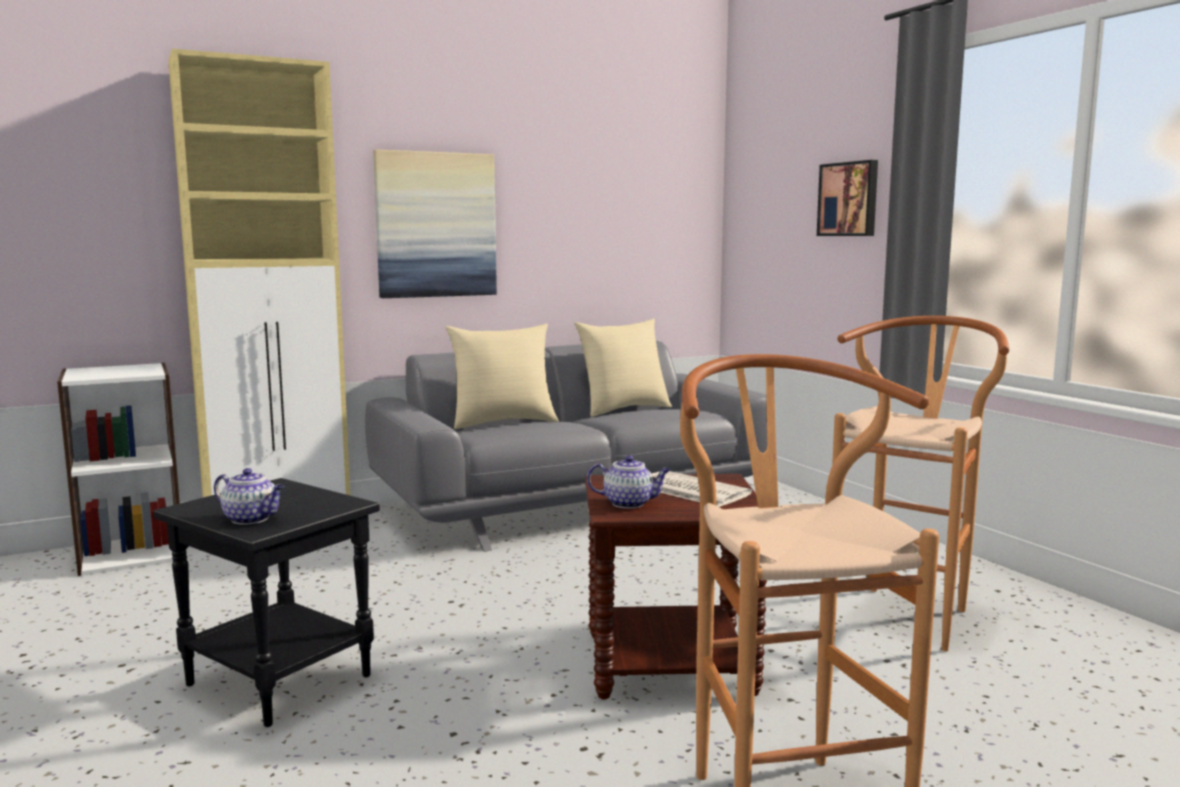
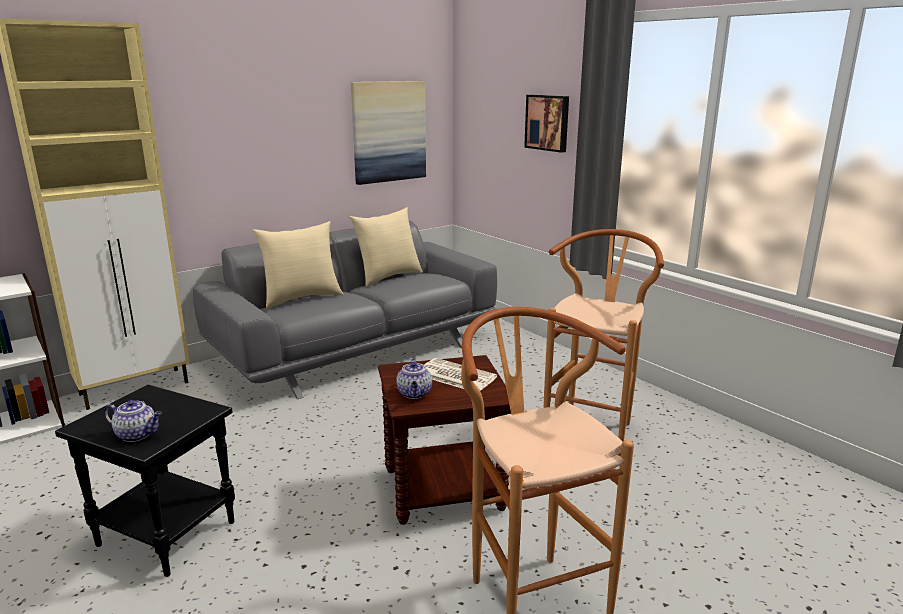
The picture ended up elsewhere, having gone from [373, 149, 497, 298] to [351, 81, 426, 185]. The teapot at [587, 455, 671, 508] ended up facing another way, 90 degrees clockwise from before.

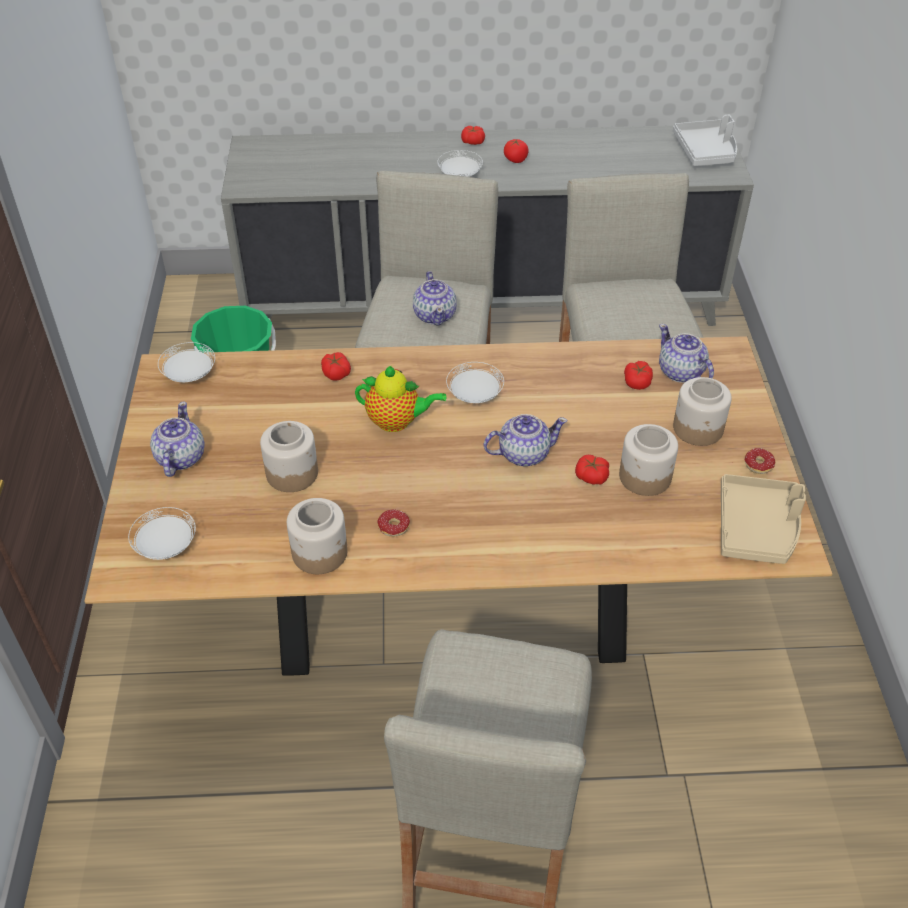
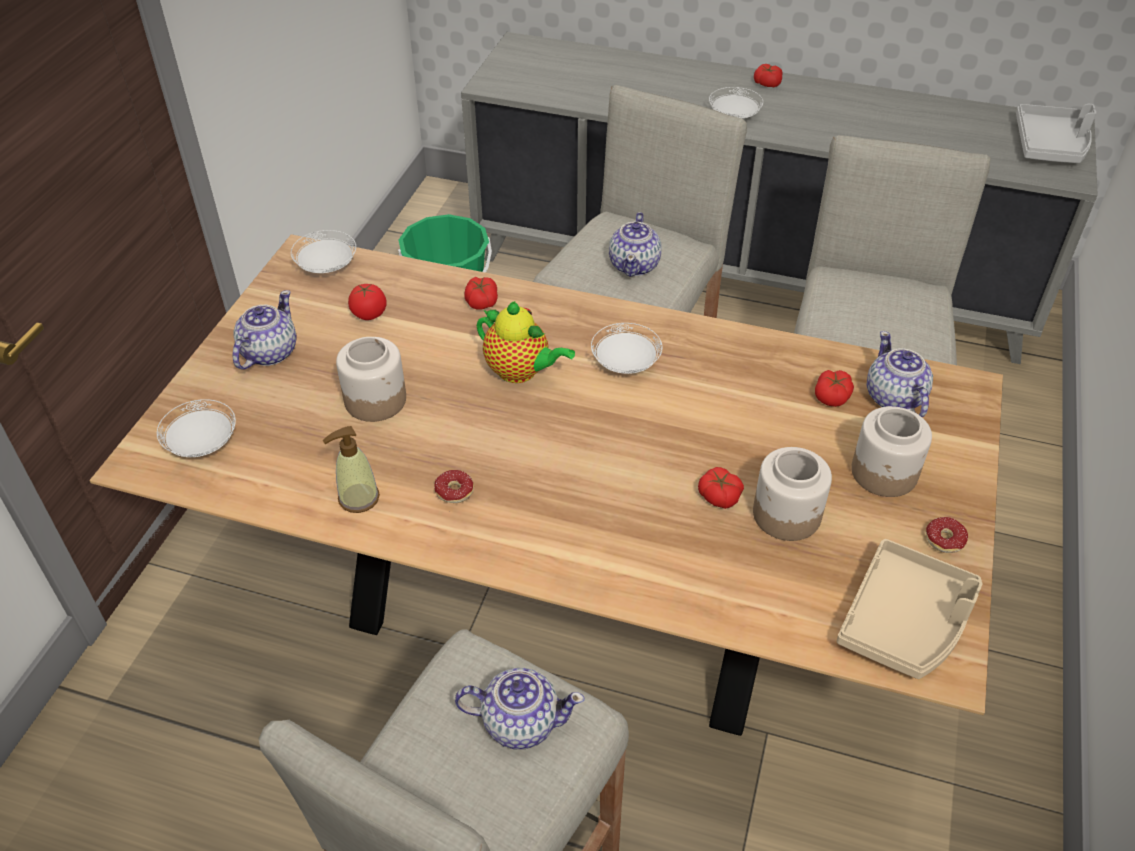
The teapot ended up elsewhere, having gone from [484, 414, 567, 466] to [455, 668, 585, 749]. The tomato ended up elsewhere, having gone from [504, 139, 529, 163] to [348, 284, 387, 320]. Where the jar stood at [287, 498, 348, 574], the soap_dispenser came to stand at [323, 426, 380, 513].

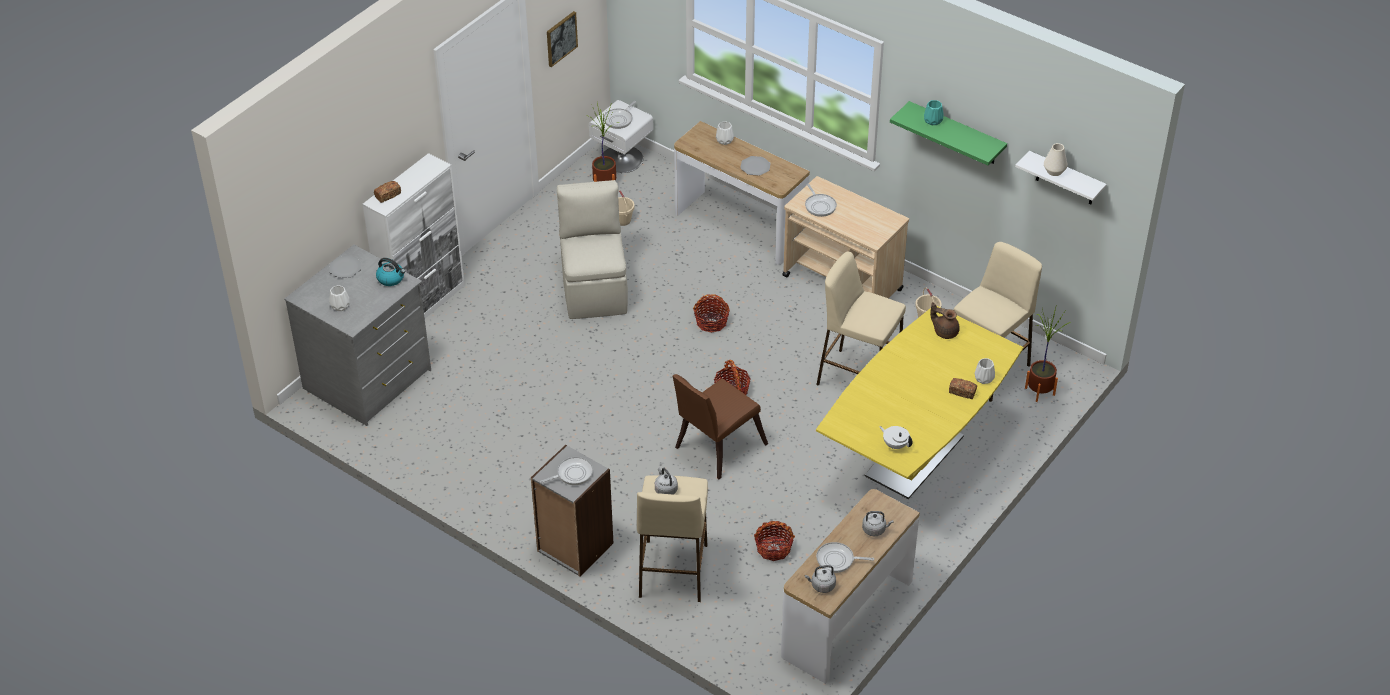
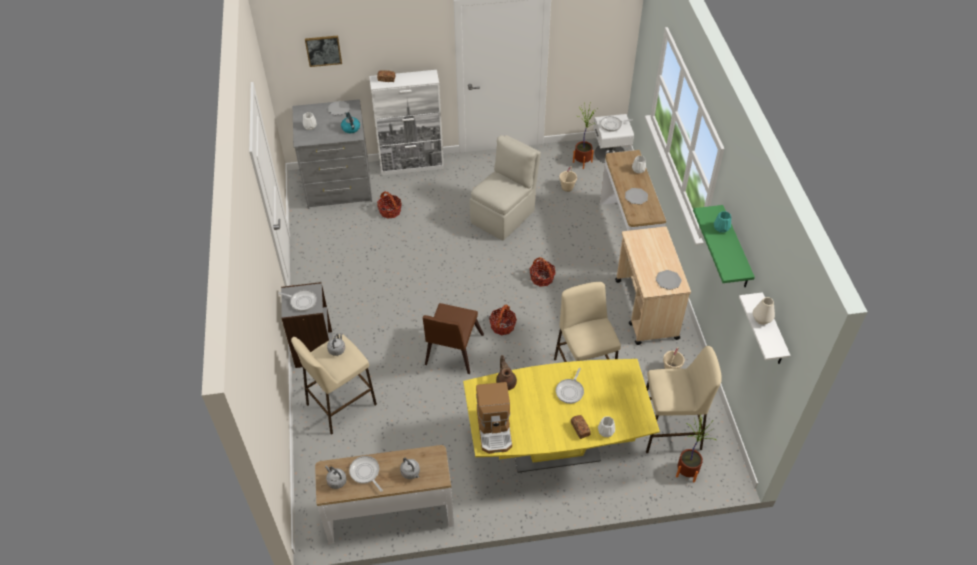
The second view gained the plate at [656, 270, 682, 290]. The picture ended up elsewhere, having gone from [547, 11, 578, 67] to [305, 36, 342, 67]. The basket ended up elsewhere, having gone from [754, 521, 795, 561] to [377, 191, 402, 219]. The frying_pan ended up elsewhere, having gone from [805, 184, 837, 217] to [556, 368, 584, 404]. The brown_teapot ended up elsewhere, having gone from [930, 302, 960, 339] to [496, 355, 517, 390]. Where the white_teapot stood at [879, 426, 913, 449], the coffee_machine came to stand at [476, 382, 512, 454]. The brown_chair at [673, 374, 768, 479] ended up facing another way, 75 degrees counterclockwise from before.

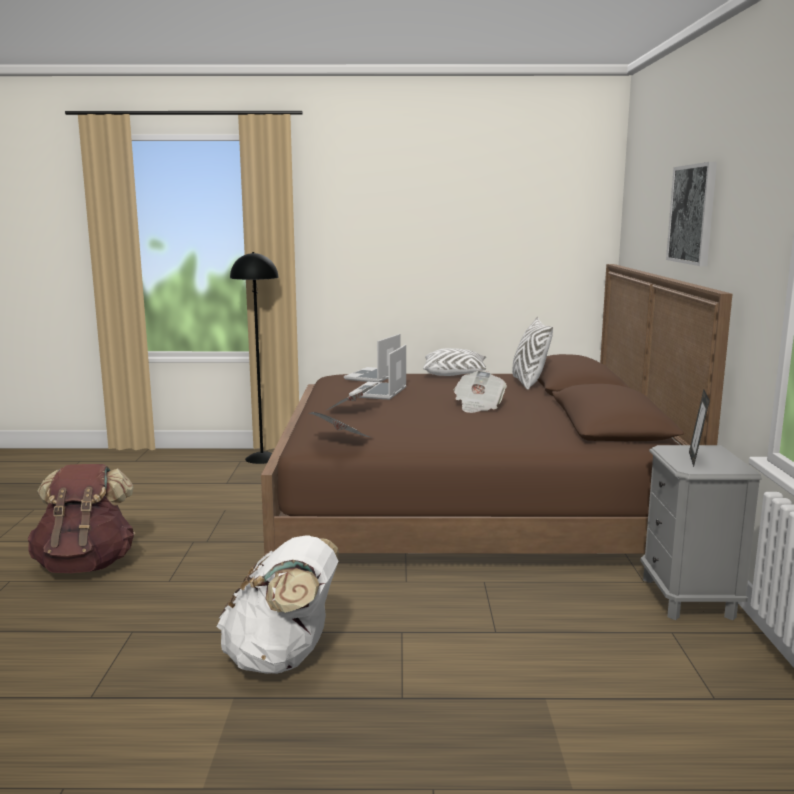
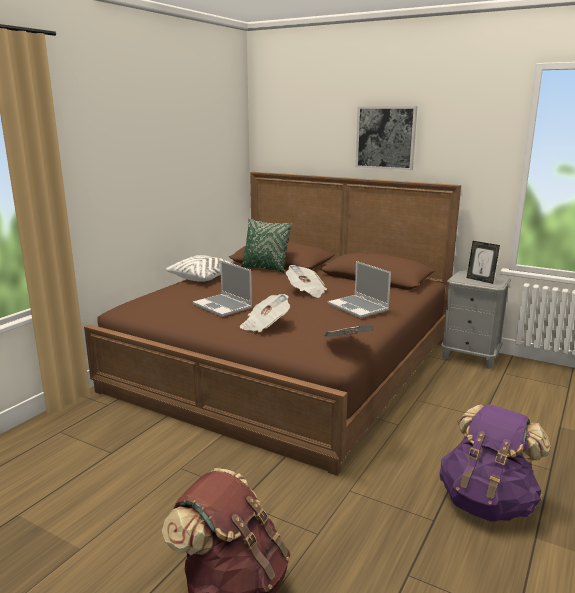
The second view lost the black_floor_lamp at [230, 252, 278, 464]. The laptop ended up elsewhere, having gone from [344, 334, 400, 382] to [328, 261, 391, 318]. What was the white_backpack at [217, 536, 339, 674] turned into the purple_backpack at [440, 404, 551, 522]. What was the white_pillow at [512, 317, 553, 390] turned into the green_pillow at [240, 218, 292, 273].

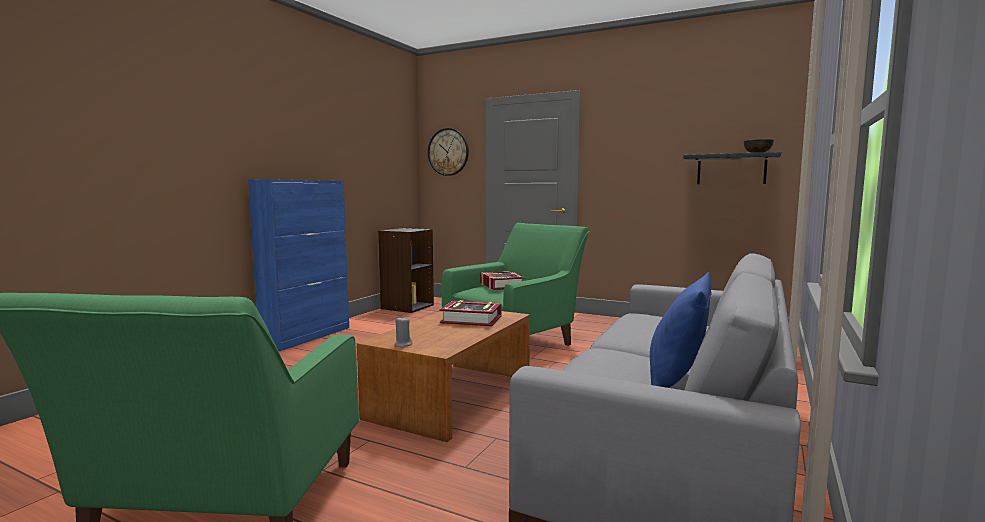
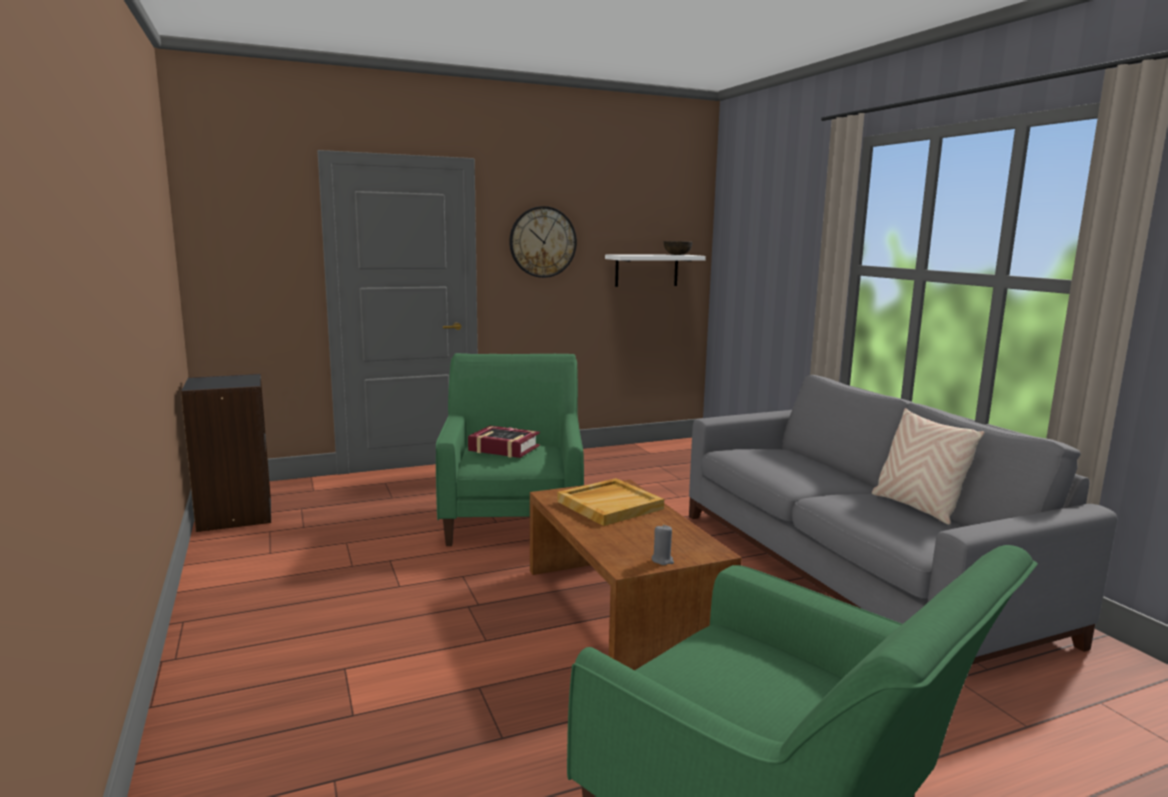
The second view lost the blue_cabinet at [248, 179, 349, 351]. The wall_clock ended up elsewhere, having gone from [428, 128, 469, 176] to [510, 206, 577, 278]. Where the book stood at [440, 300, 502, 326], the beige_tray came to stand at [557, 478, 664, 526]. What was the blue_pillow at [650, 272, 711, 388] turned into the beige_pillow at [872, 408, 984, 525]. What was the black_shelf at [683, 152, 781, 184] turned into the white_shelf at [605, 254, 706, 287].

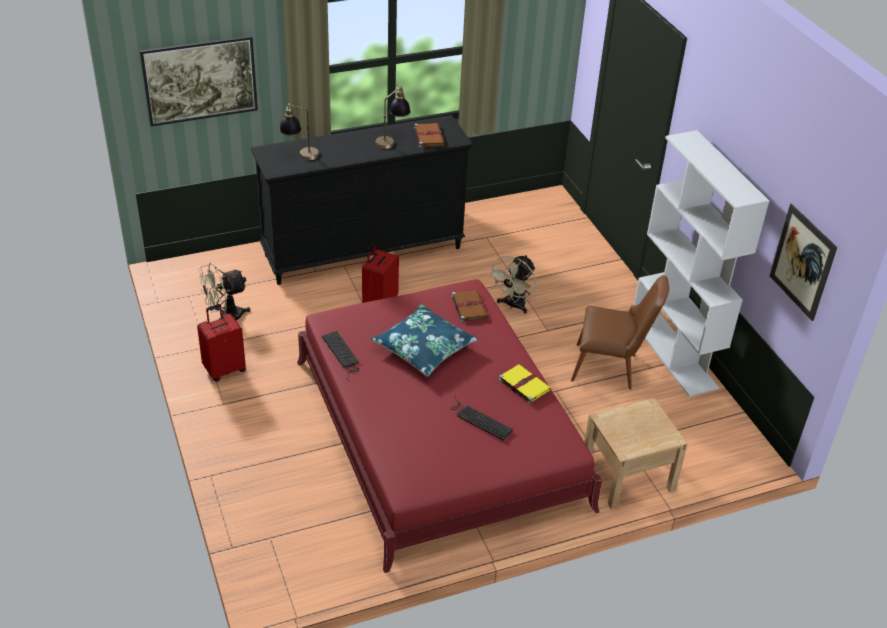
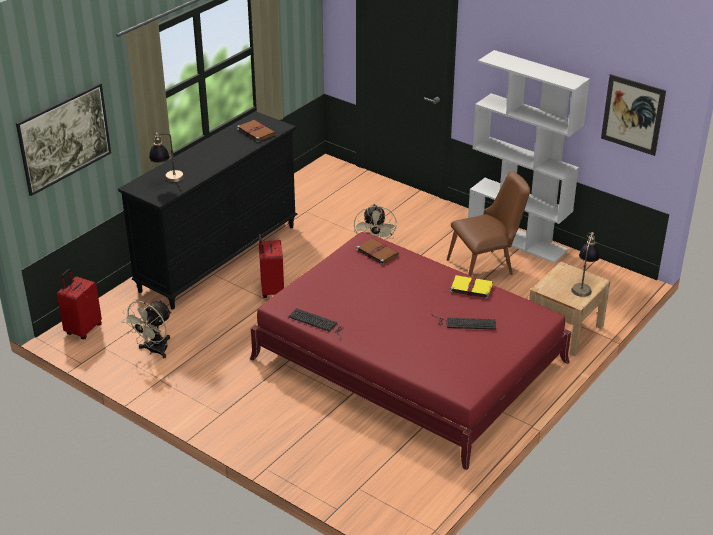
The second view lost the blue_pillow at [370, 304, 478, 377]. The red_suitcase ended up elsewhere, having gone from [197, 304, 246, 381] to [57, 269, 102, 339]. The table_lamp ended up elsewhere, having gone from [375, 85, 411, 149] to [571, 232, 600, 297].

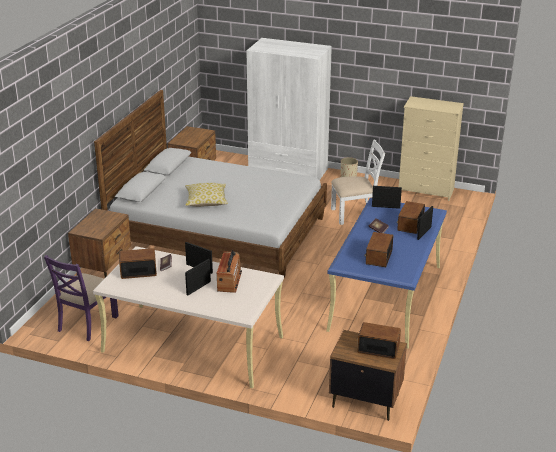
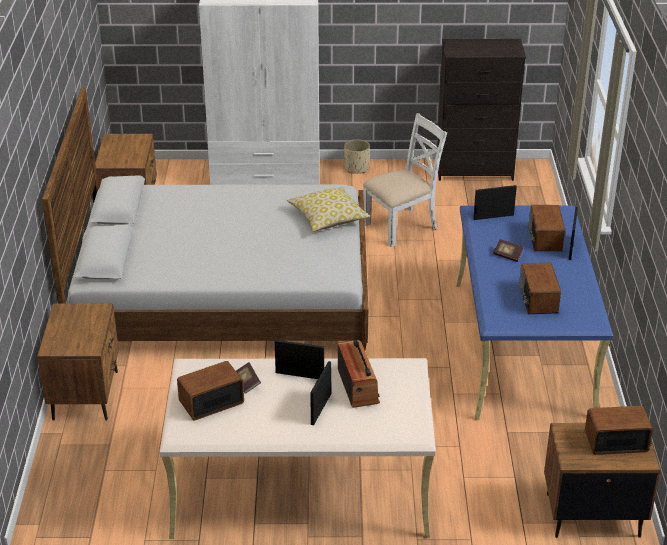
The second view lost the purple_chair at [44, 255, 119, 341]. The pillow ended up elsewhere, having gone from [185, 183, 228, 207] to [287, 187, 370, 231]. What was the beige_dresser at [399, 96, 464, 201] turned into the black_dresser at [437, 39, 526, 181].

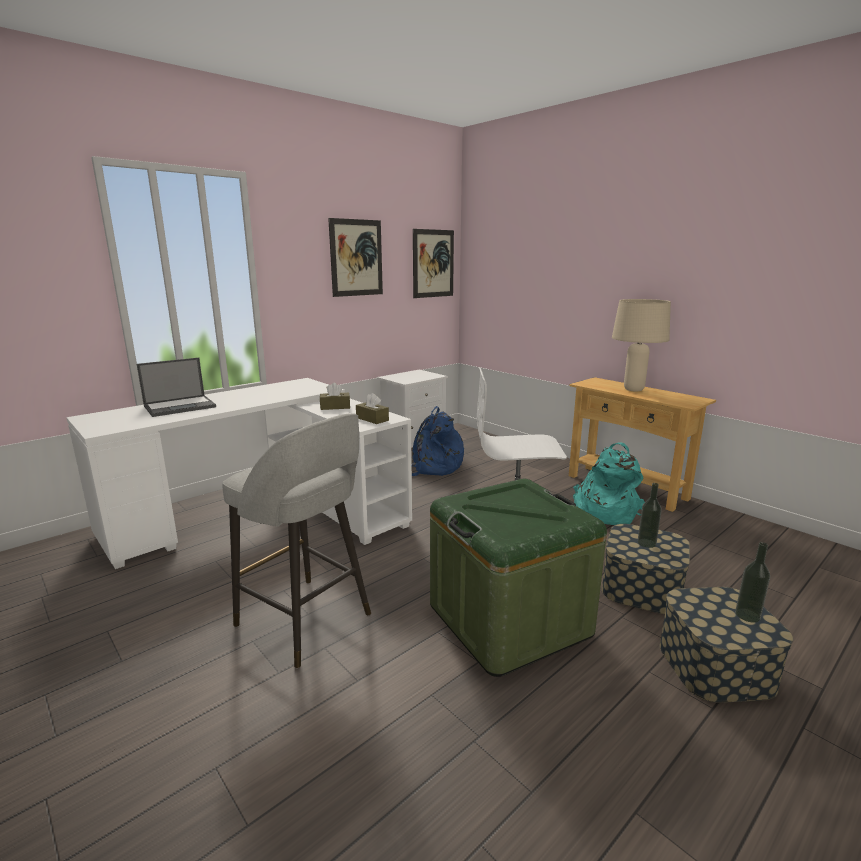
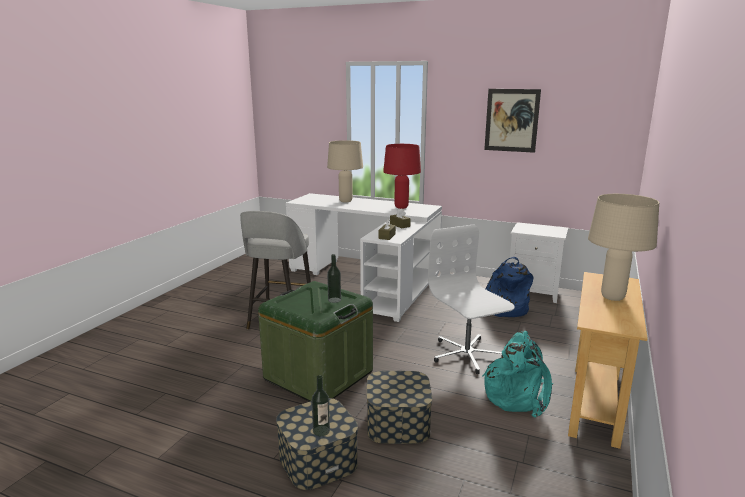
The second view lost the picture at [413, 229, 454, 298]. The second view gained the red_table_lamp at [383, 144, 421, 209]. The bottle ended up elsewhere, having gone from [638, 483, 662, 548] to [327, 254, 341, 303]. Where the laptop stood at [137, 358, 216, 417], the beige_table_lamp came to stand at [327, 140, 363, 202].

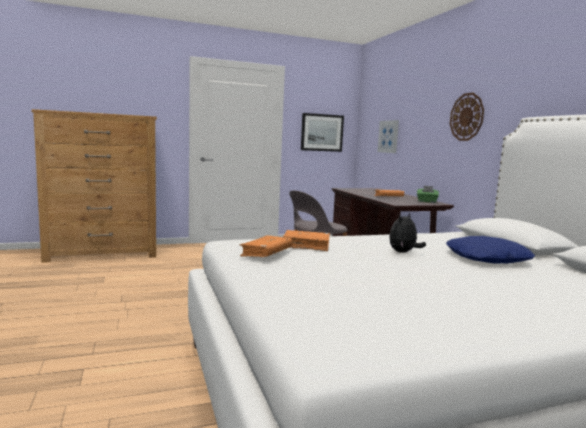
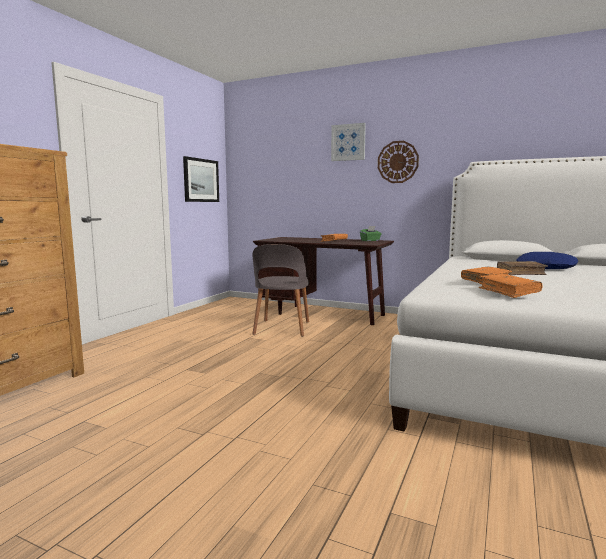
The picture ended up elsewhere, having gone from [377, 120, 399, 153] to [331, 123, 366, 161]. Where the plush_toy stood at [389, 212, 426, 253], the brown_book came to stand at [497, 261, 548, 275].

